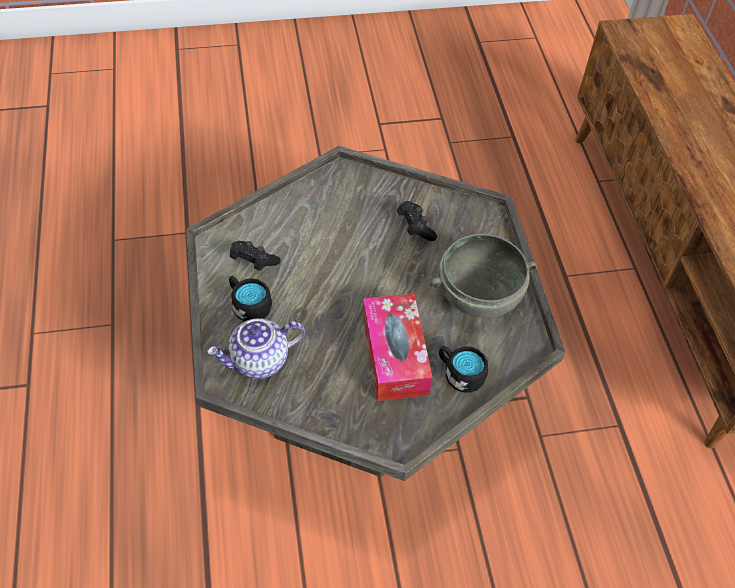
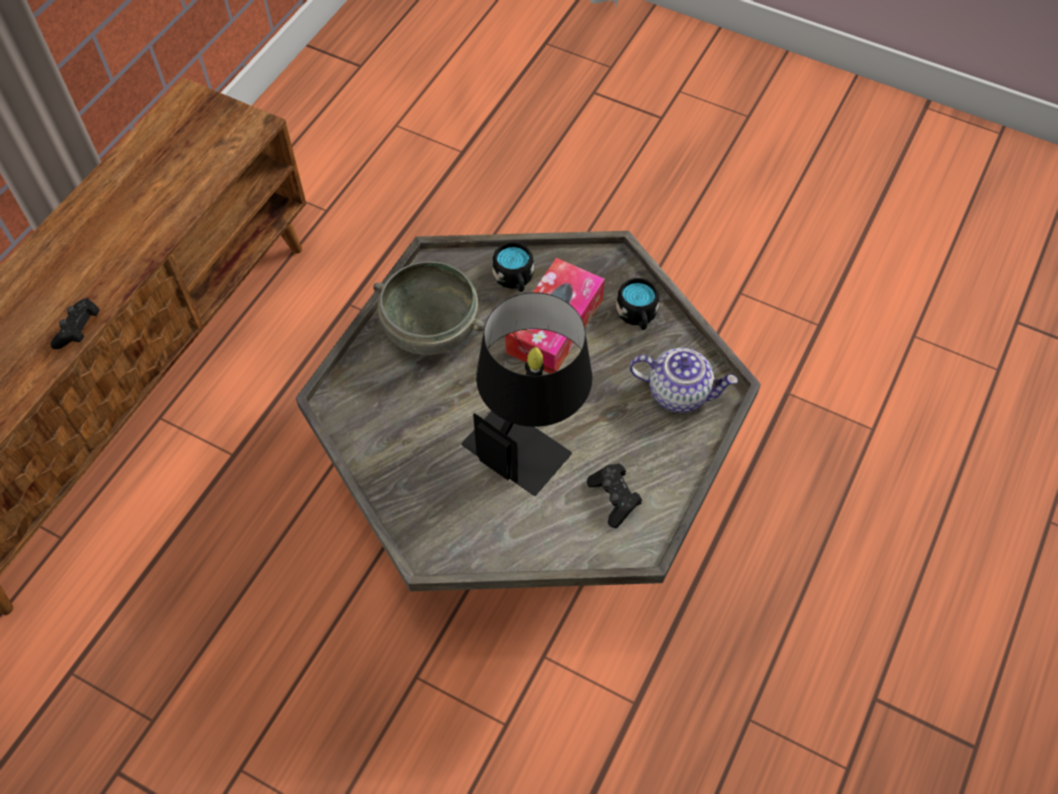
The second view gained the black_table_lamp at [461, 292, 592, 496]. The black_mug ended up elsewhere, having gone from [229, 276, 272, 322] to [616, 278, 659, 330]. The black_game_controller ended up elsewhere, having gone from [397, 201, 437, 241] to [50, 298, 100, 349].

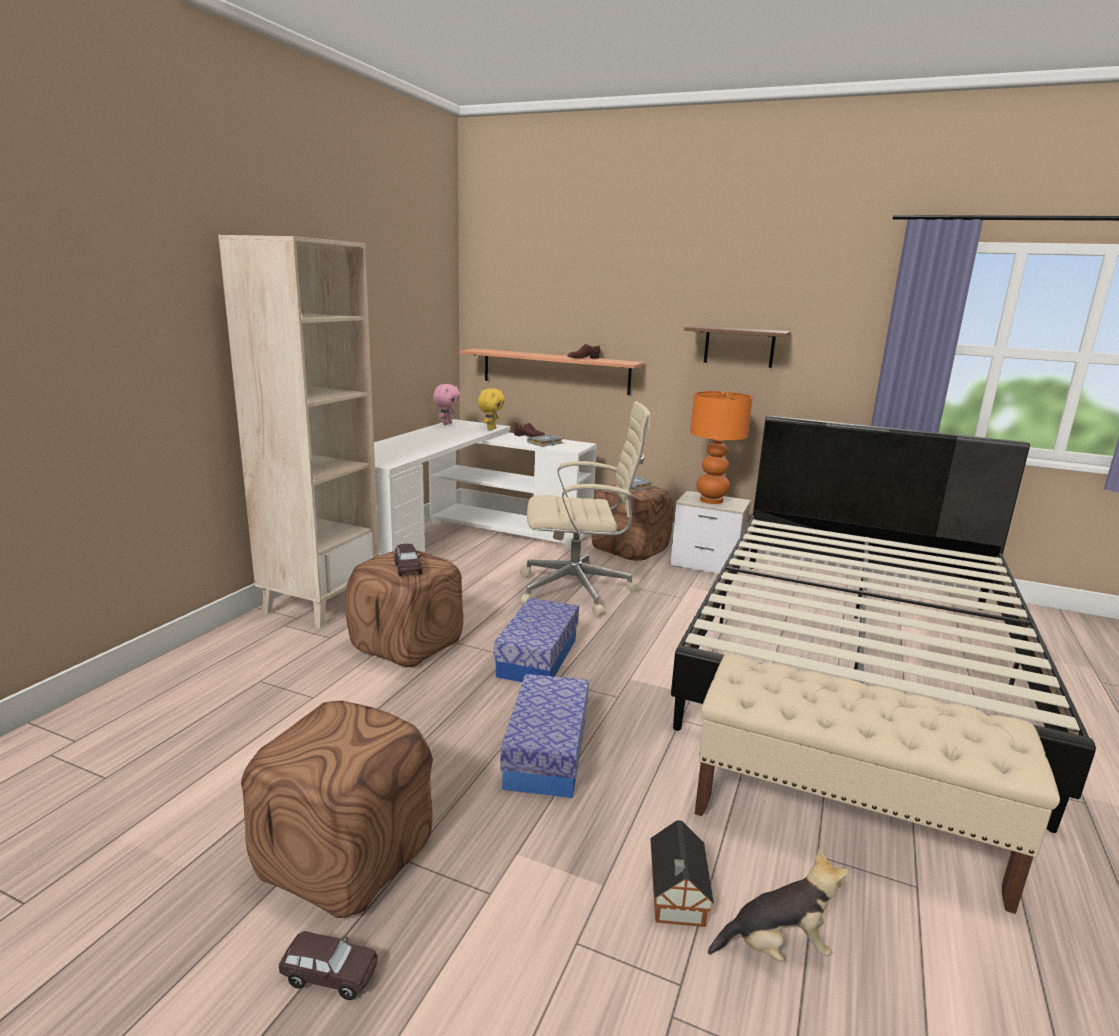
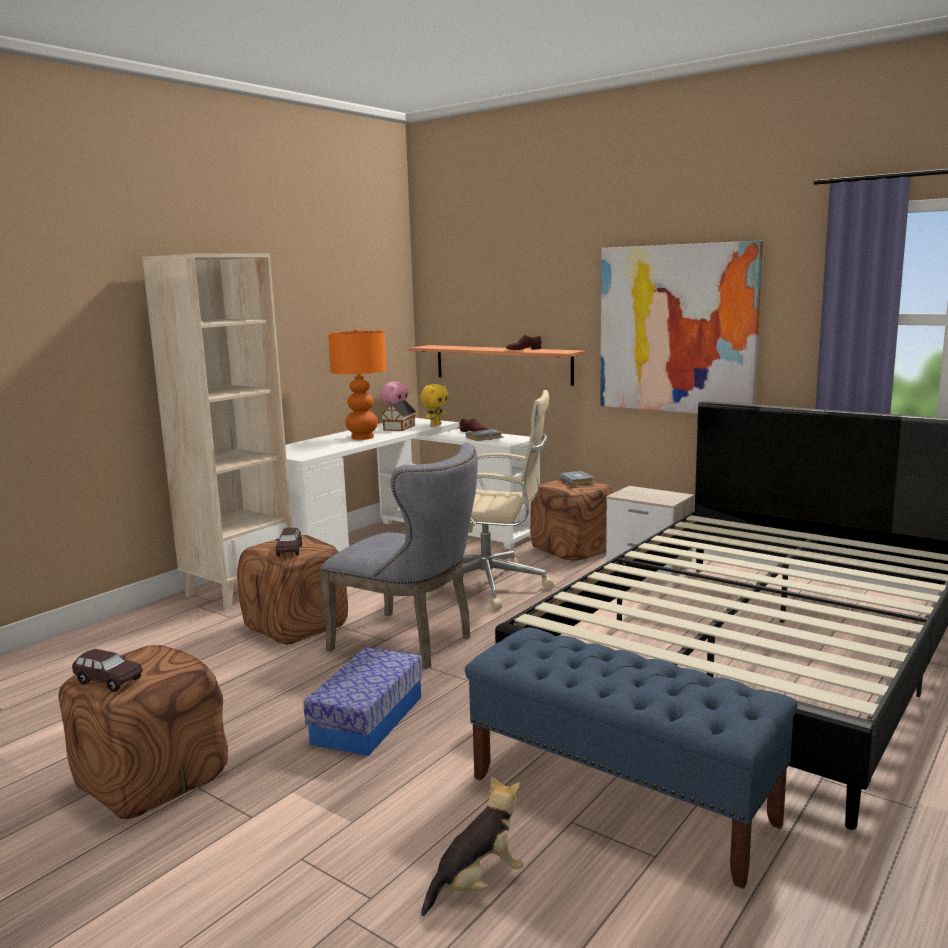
The brown_toy_car ended up elsewhere, having gone from [278, 931, 378, 1000] to [72, 649, 143, 692]. The toy_house ended up elsewhere, having gone from [650, 820, 714, 927] to [380, 400, 416, 431]. The orange_table_lamp ended up elsewhere, having gone from [690, 391, 753, 504] to [328, 328, 386, 440]. Where the storage_box stood at [494, 598, 579, 682], the grey_chair came to stand at [320, 443, 478, 669]. Where the brown_shelf hung at [684, 325, 791, 368], the picture came to hang at [600, 241, 763, 414]. What was the beige_bench at [695, 654, 1060, 914] turned into the blue_bench at [465, 627, 797, 889]. The plush_toy at [708, 849, 848, 962] ended up facing another way, 45 degrees counterclockwise from before.

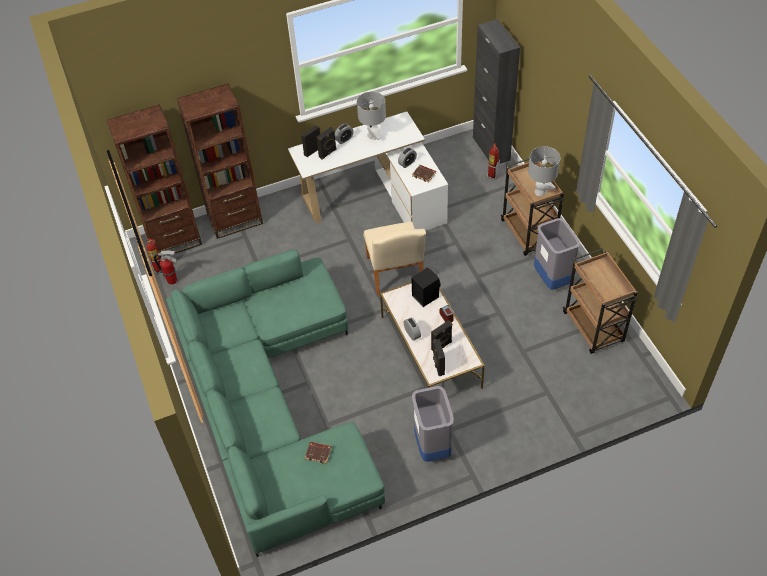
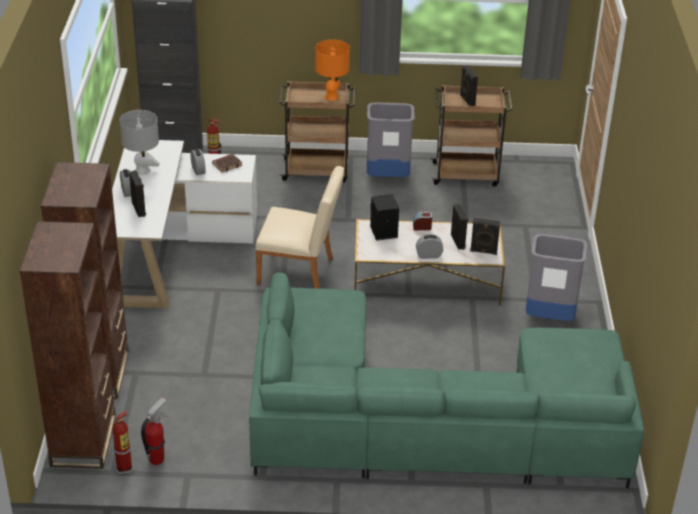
The second view lost the brown_book at [305, 442, 332, 464]. The black_speaker ended up elsewhere, having gone from [301, 125, 320, 157] to [460, 65, 478, 106]. What was the grey_table_lamp at [528, 146, 560, 196] turned into the orange_table_lamp at [315, 39, 350, 101].

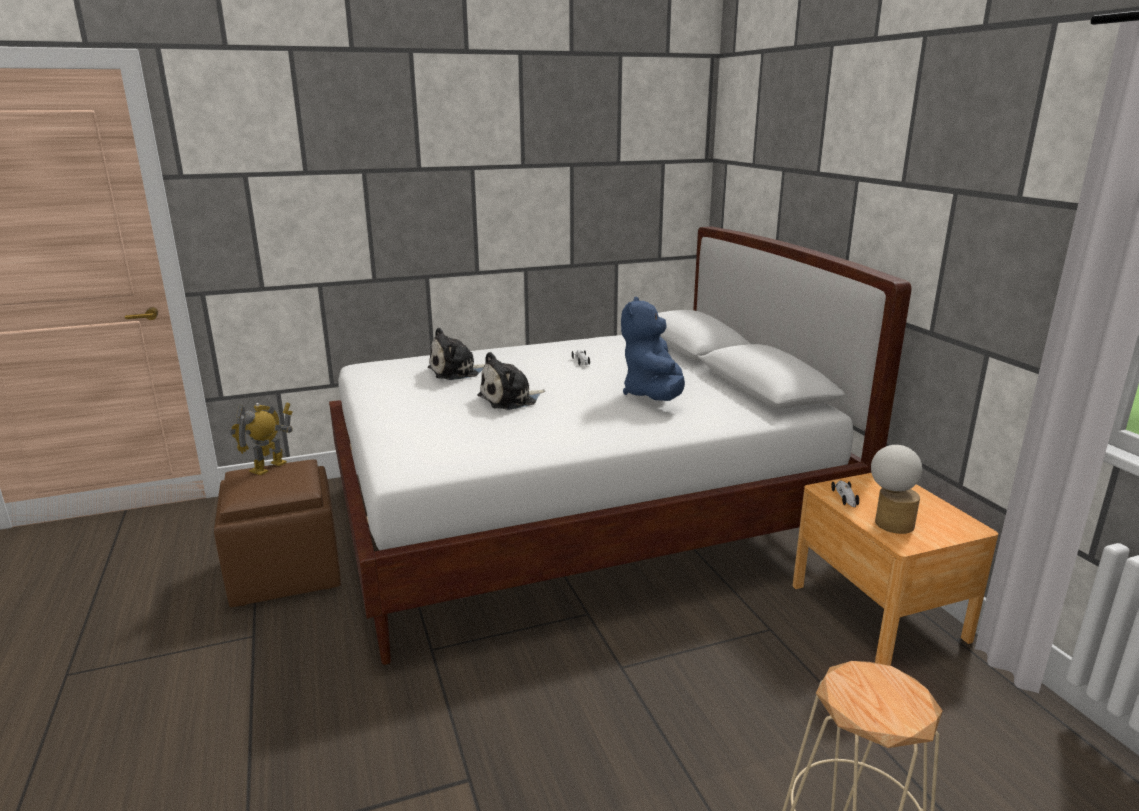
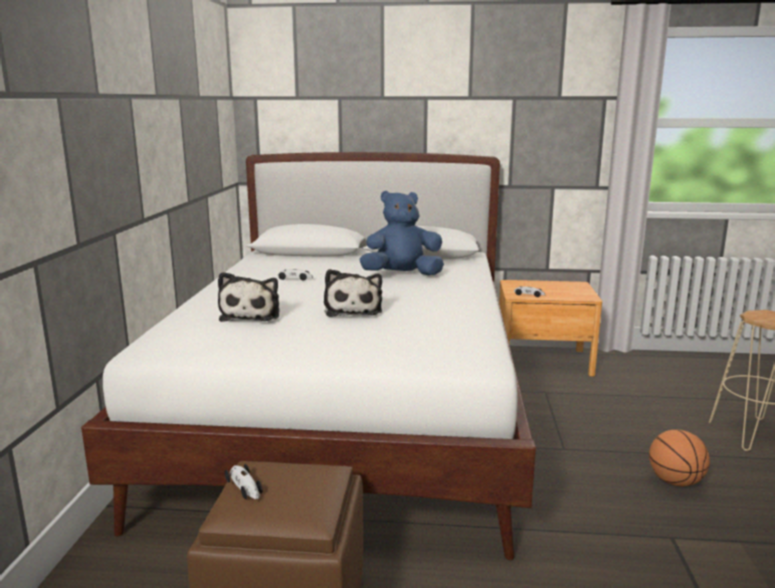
The second view lost the table_lamp at [871, 445, 922, 534]. The second view gained the basketball at [649, 429, 710, 487]. Where the toy_robot stood at [229, 403, 293, 475], the toy_car came to stand at [225, 464, 262, 499]. The blue_plush_toy at [621, 297, 685, 401] ended up facing another way, 135 degrees clockwise from before.

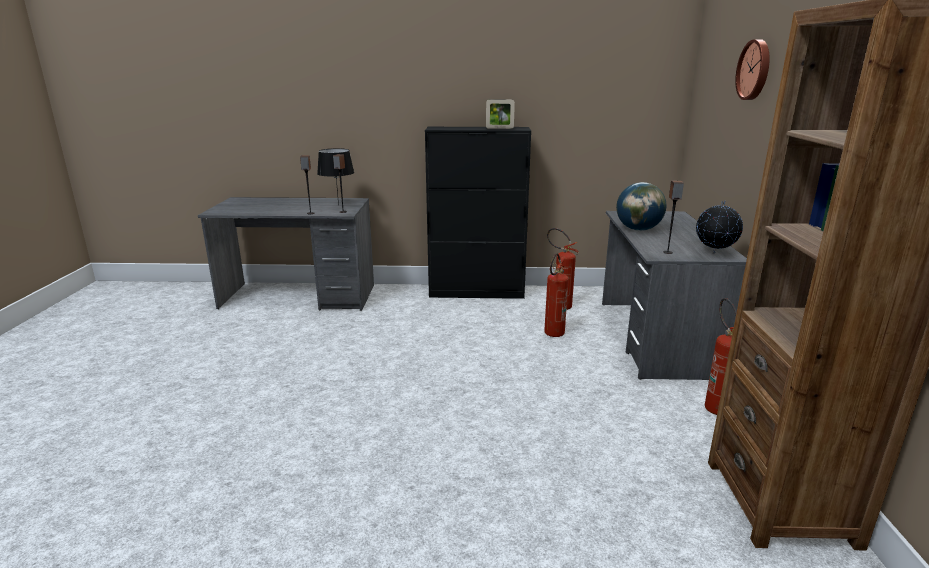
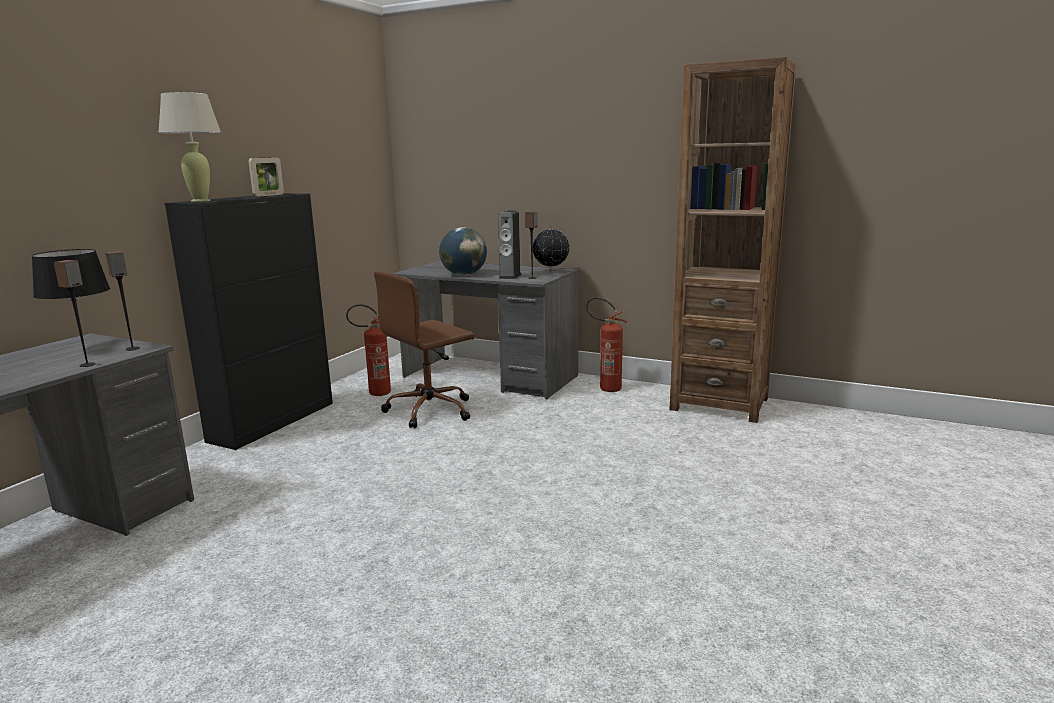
The second view lost the wall_clock at [735, 39, 770, 100]. The second view gained the beige_table_lamp at [158, 92, 221, 202]. The second view gained the speaker at [498, 211, 522, 279]. Where the fire_extinguisher stood at [544, 253, 569, 337], the brown_office_chair came to stand at [374, 272, 474, 428].

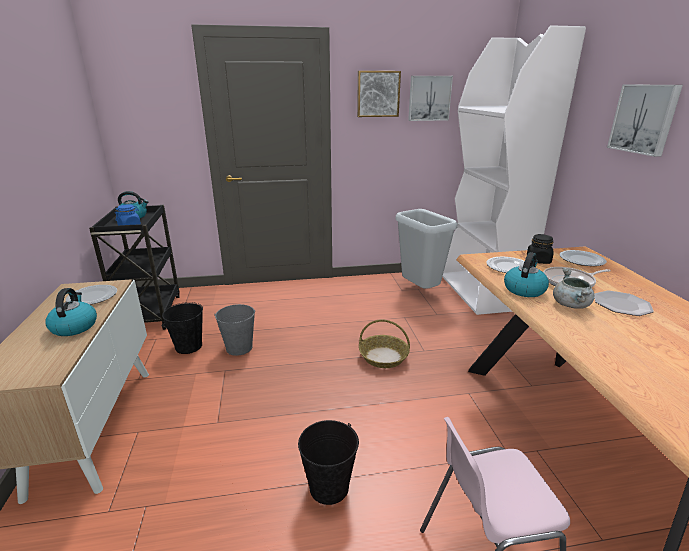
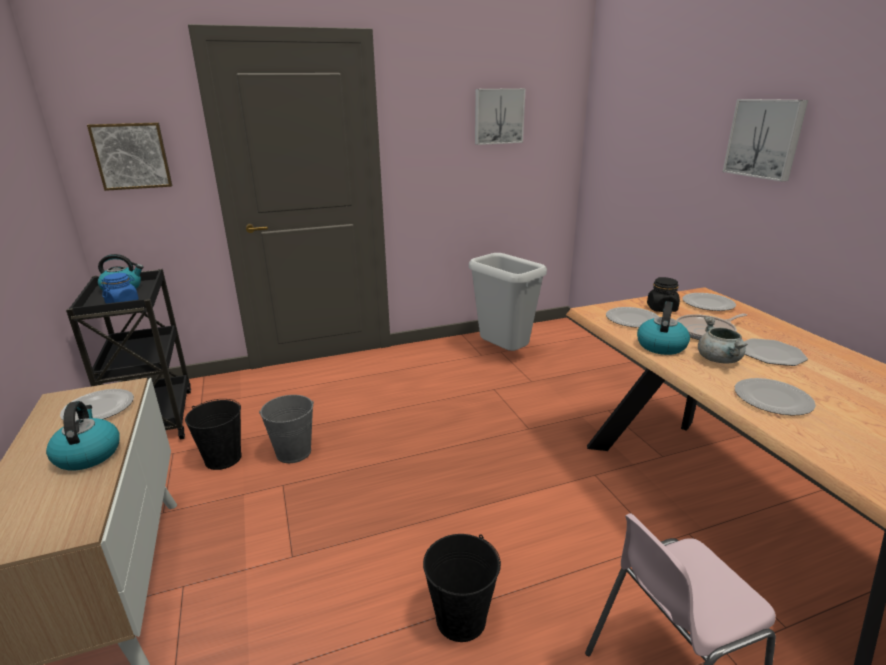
The second view lost the basket at [359, 319, 410, 368]. The second view lost the white_bookcase at [442, 25, 586, 315]. The second view gained the plate at [735, 378, 816, 416]. The picture ended up elsewhere, having gone from [357, 71, 401, 117] to [87, 122, 172, 191].

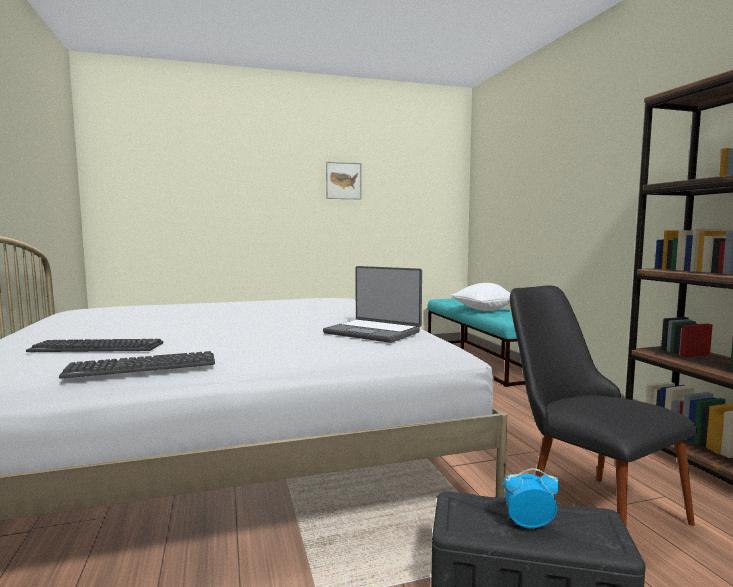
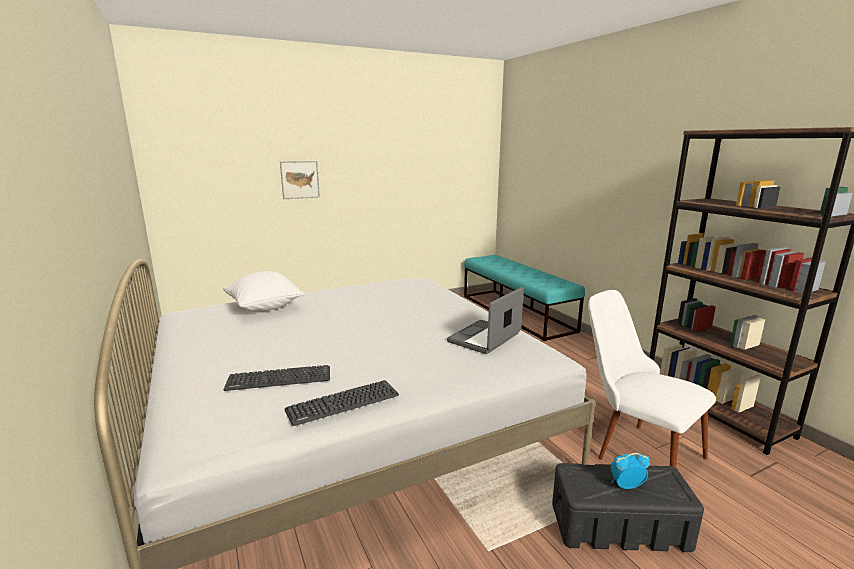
The picture ended up elsewhere, having gone from [326, 162, 362, 199] to [280, 161, 320, 199]. The white_pillow ended up elsewhere, having gone from [451, 283, 510, 311] to [223, 271, 304, 311]. What was the black_chair at [510, 285, 697, 526] turned into the white_chair at [588, 290, 716, 468]. The laptop at [323, 266, 422, 343] ended up facing another way, 105 degrees clockwise from before.

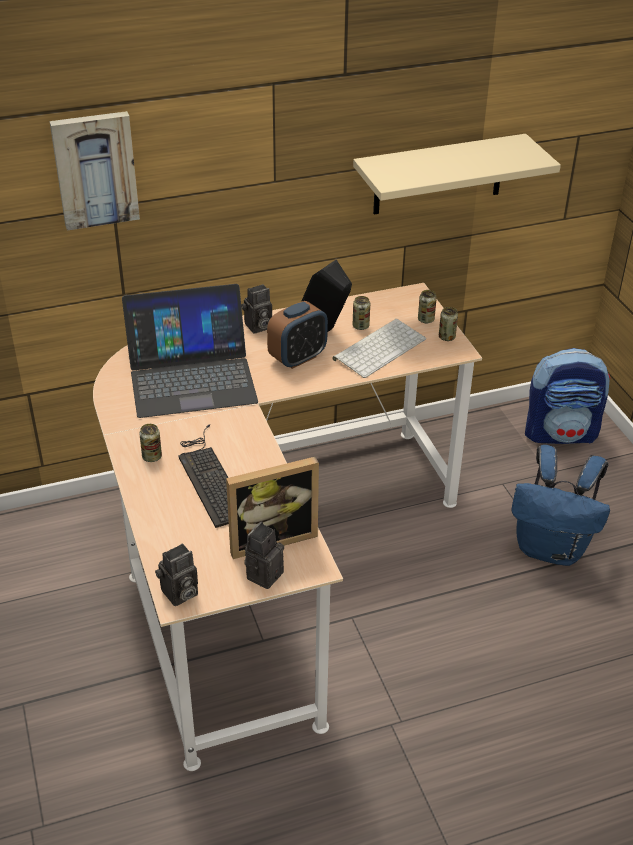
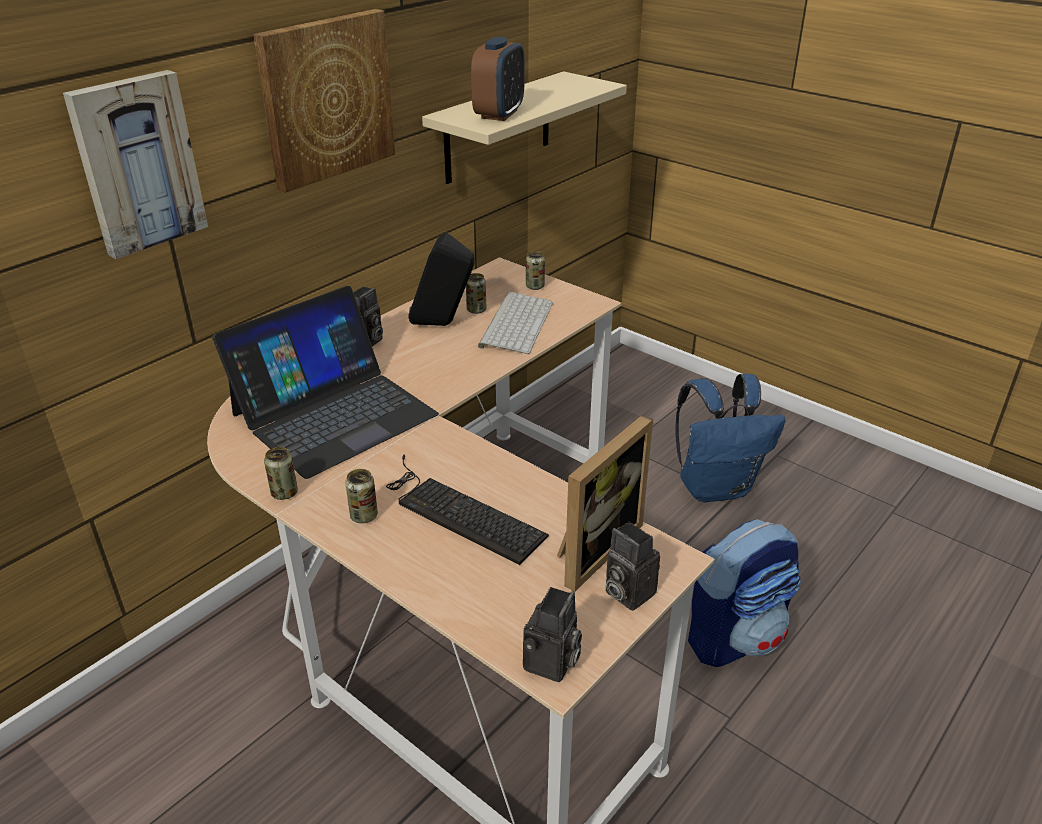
The second view gained the picture at [253, 9, 395, 193]. The alarm_clock ended up elsewhere, having gone from [267, 301, 328, 369] to [471, 37, 525, 121]. The can ended up elsewhere, having gone from [439, 307, 458, 341] to [264, 447, 298, 500]. The backpack ended up elsewhere, having gone from [525, 348, 611, 444] to [688, 519, 801, 667]. The photo_camera at [244, 521, 284, 589] ended up facing another way, 45 degrees counterclockwise from before.

